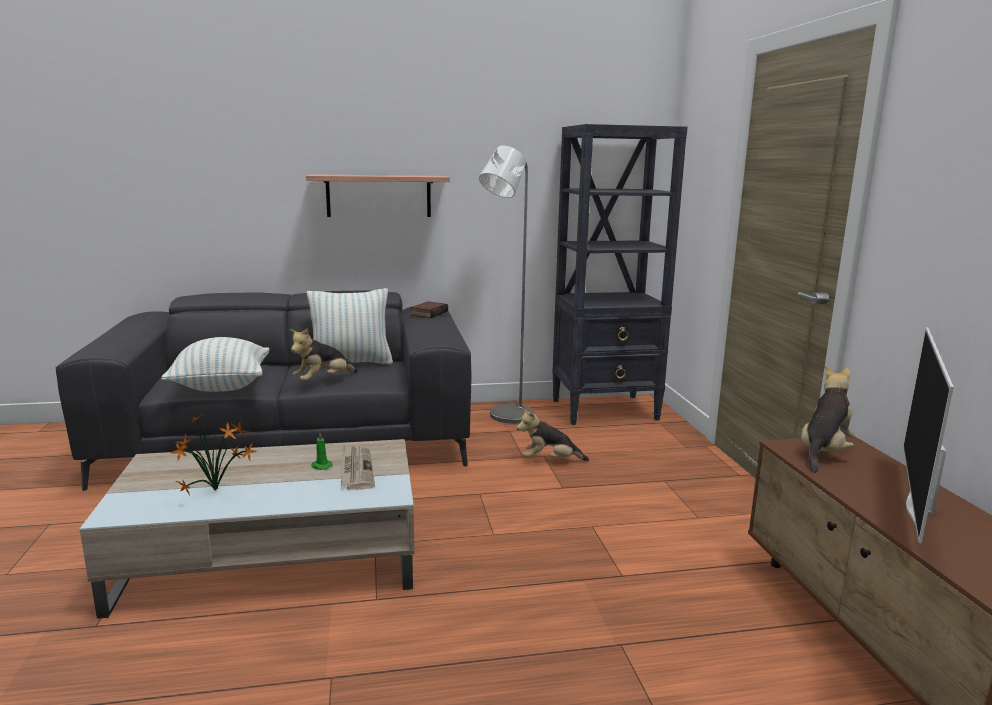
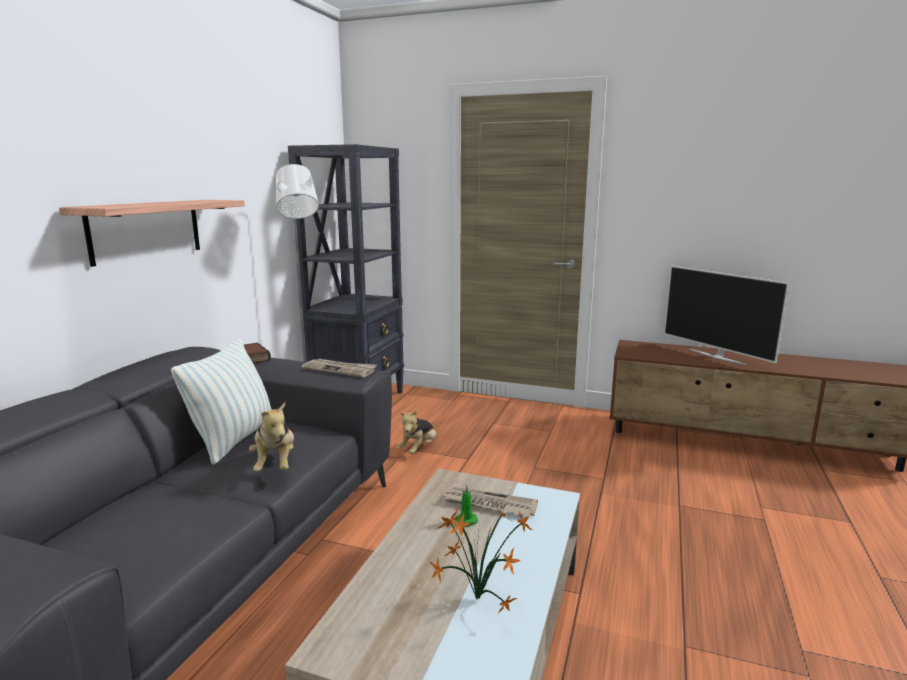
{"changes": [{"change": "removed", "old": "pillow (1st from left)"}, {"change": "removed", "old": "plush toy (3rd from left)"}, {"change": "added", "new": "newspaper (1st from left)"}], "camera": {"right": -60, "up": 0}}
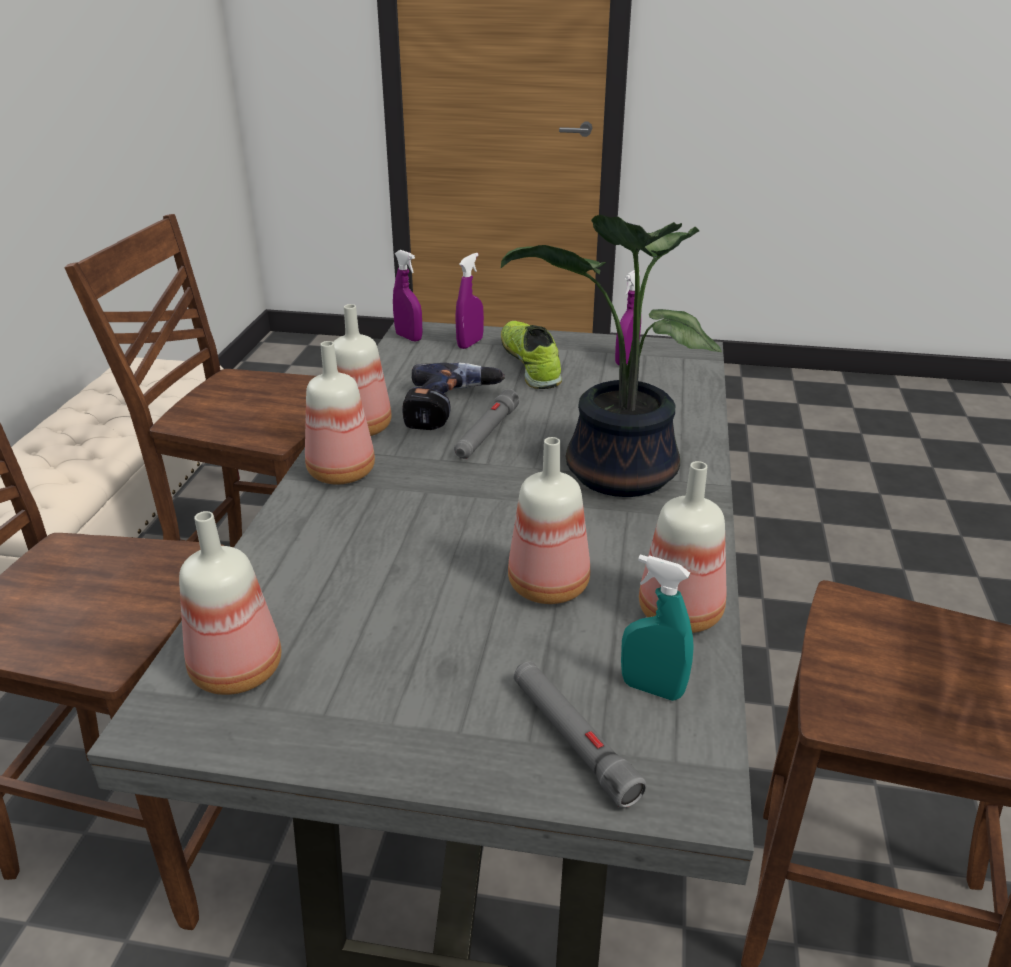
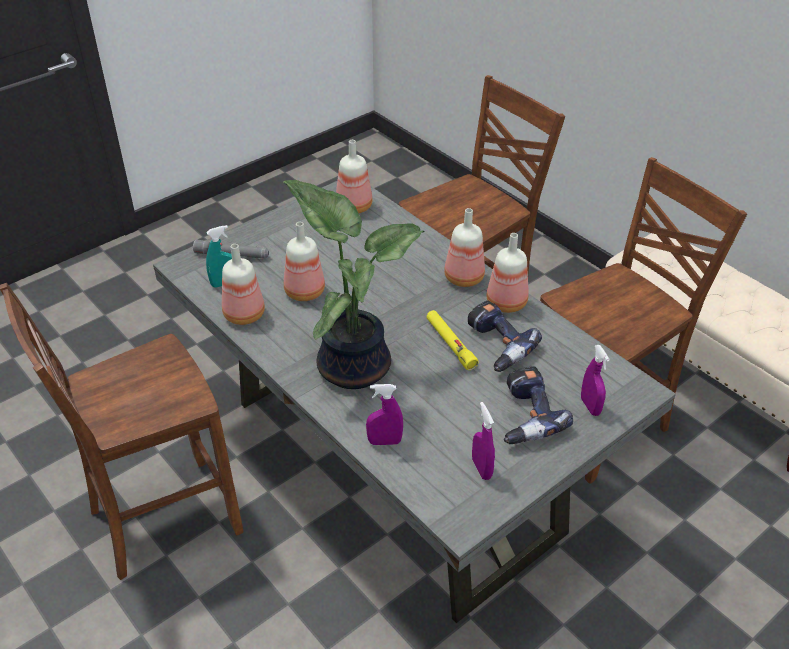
{"changes": [{"change": "moved", "old": "spray bottle/purple (1st from left)"}, {"change": "recoloured", "old": "flashlight/grey (1st from left)", "new": "flashlight/yellow"}, {"change": "replaced", "old": "shoe", "new": "power drill (2nd from left)"}], "camera": {"right": 130, "up": 10}}
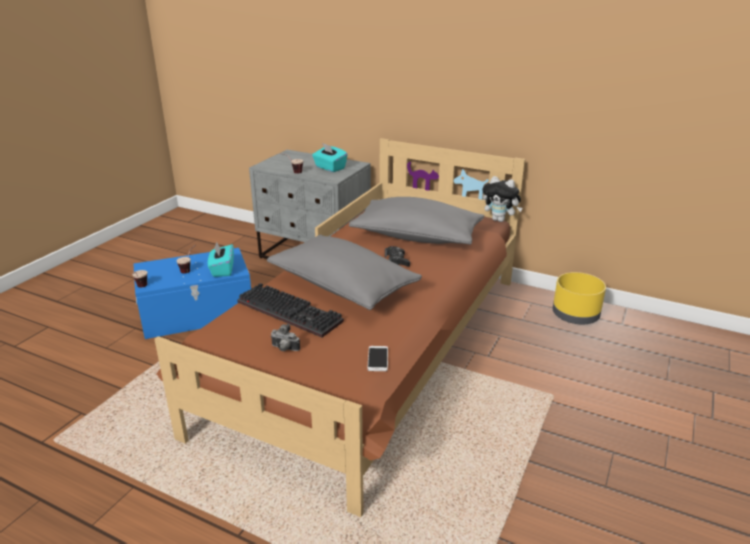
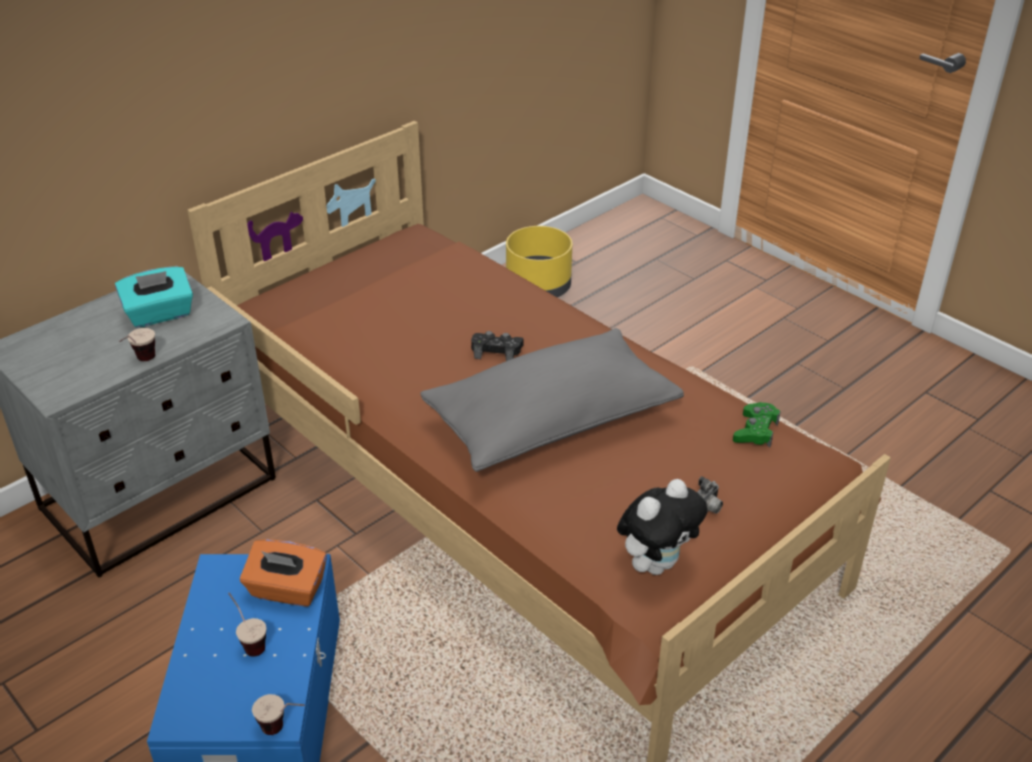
{"changes": [{"change": "recoloured", "old": "tissue box/turquoise (1st from left)", "new": "tissue box/orange"}, {"change": "removed", "old": "keyboard"}, {"change": "removed", "old": "pillow/grey (2nd from left)"}, {"change": "replaced", "old": "phone", "new": "game controller/green"}, {"change": "moved", "old": "plush toy"}], "camera": {"right": -70, "up": 10}}
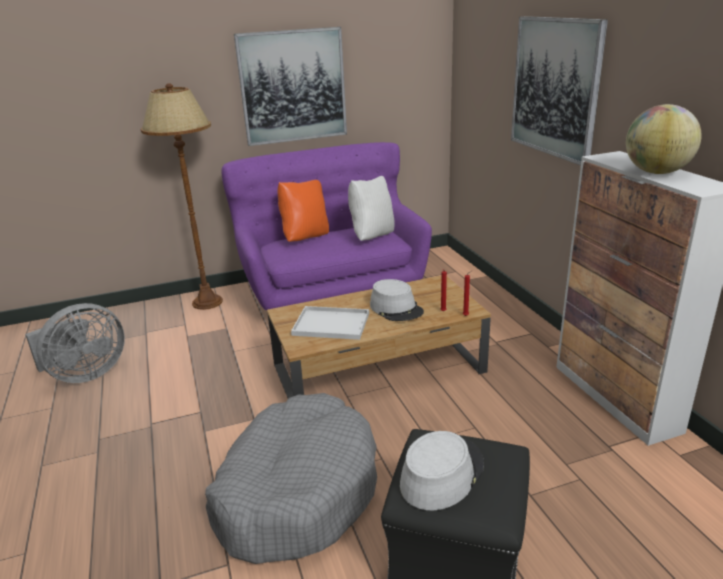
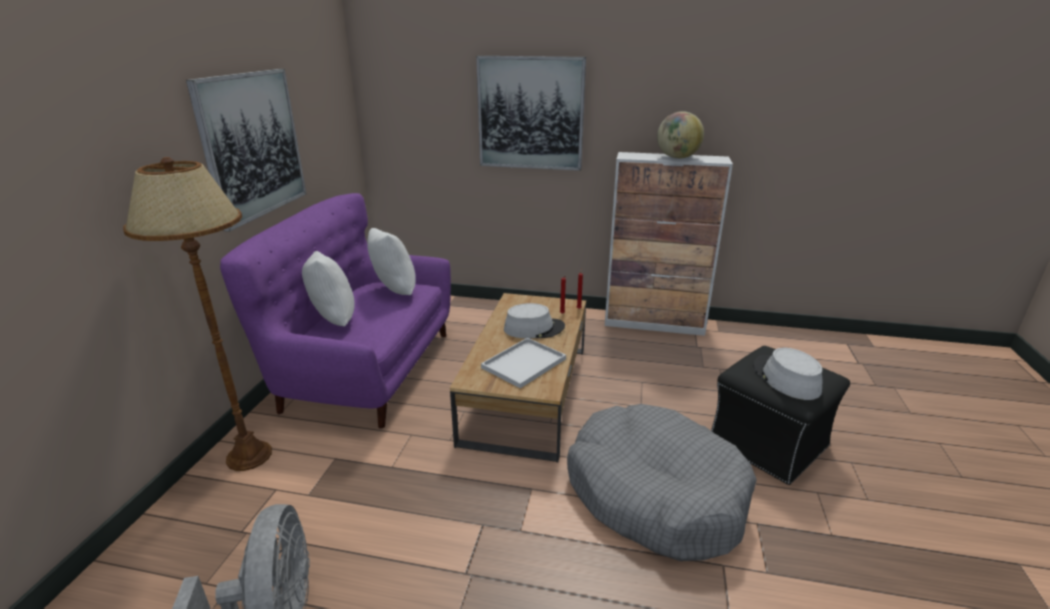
{"changes": [{"change": "recoloured", "old": "pillow/orange", "new": "pillow/white (1st from left)"}], "camera": {"right": -60, "up": 0}}
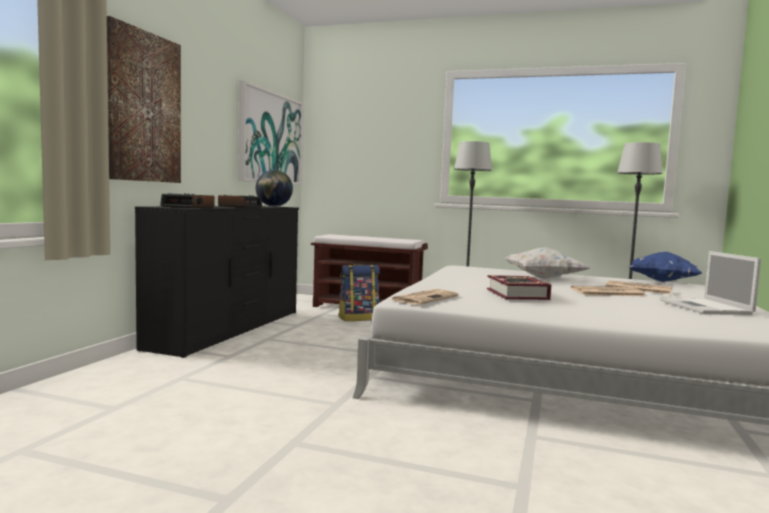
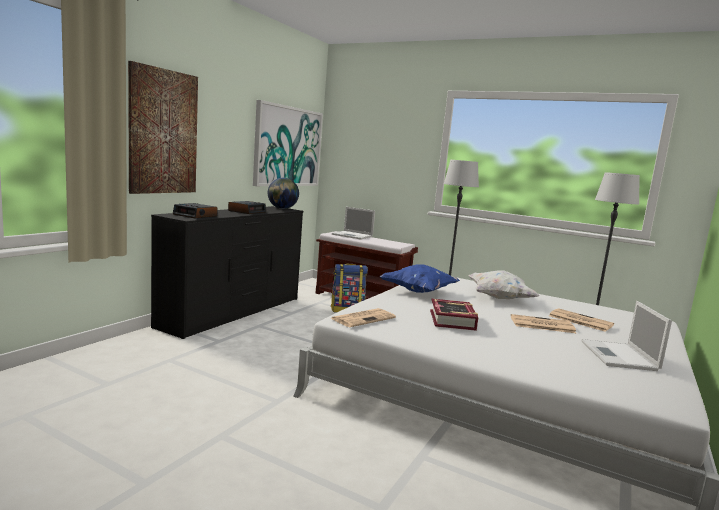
{"changes": [{"change": "moved", "old": "pillow/blue"}, {"change": "added", "new": "laptop (1st from left)"}], "camera": {"right": 10, "up": 5}}
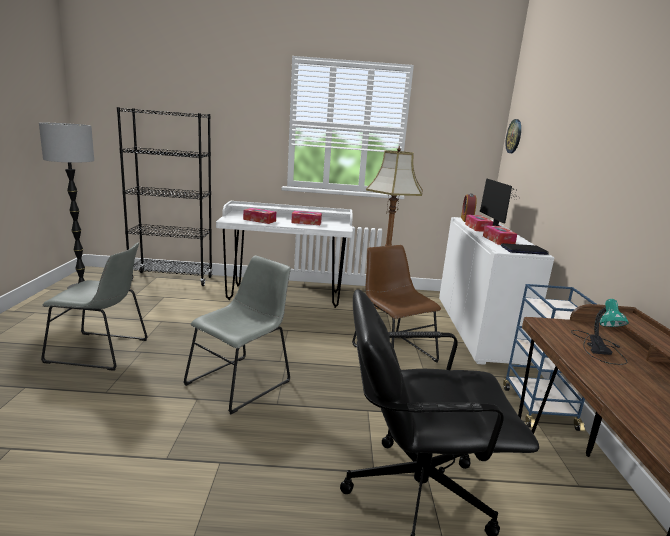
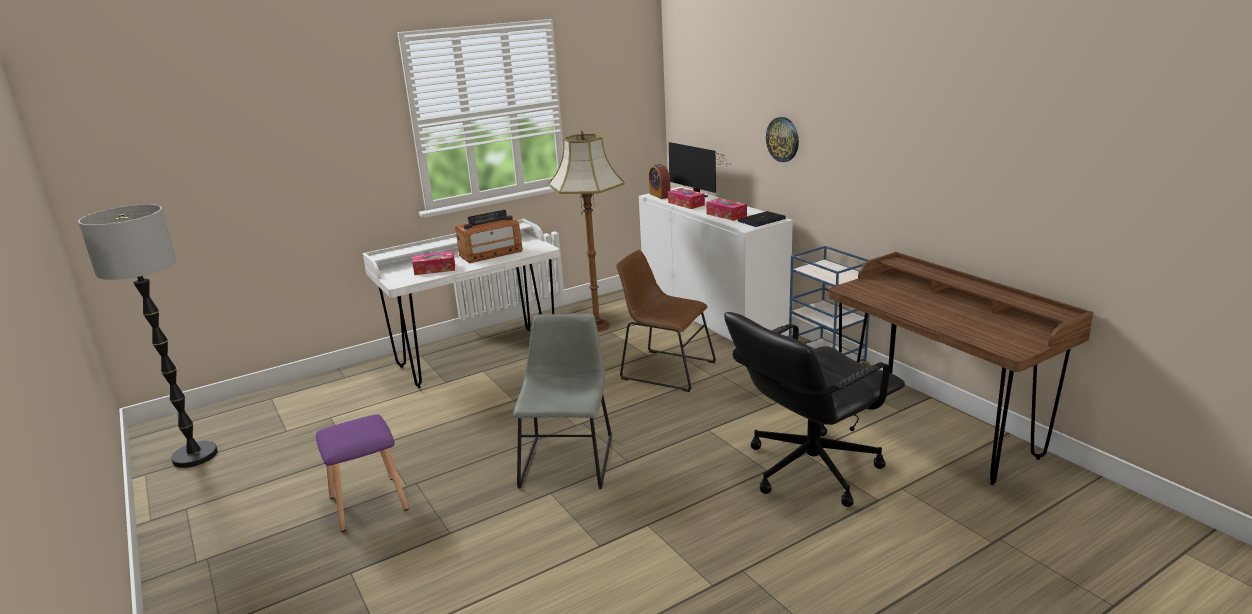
{"changes": [{"change": "replaced", "old": "chair/grey (1st from left)", "new": "stool/purple"}, {"change": "removed", "old": "bookcase/black"}, {"change": "replaced", "old": "tissue box (2nd from left)", "new": "radio"}, {"change": "moved", "old": "wall clock"}, {"change": "removed", "old": "table lamp"}], "camera": {"right": -30, "up": 5}}
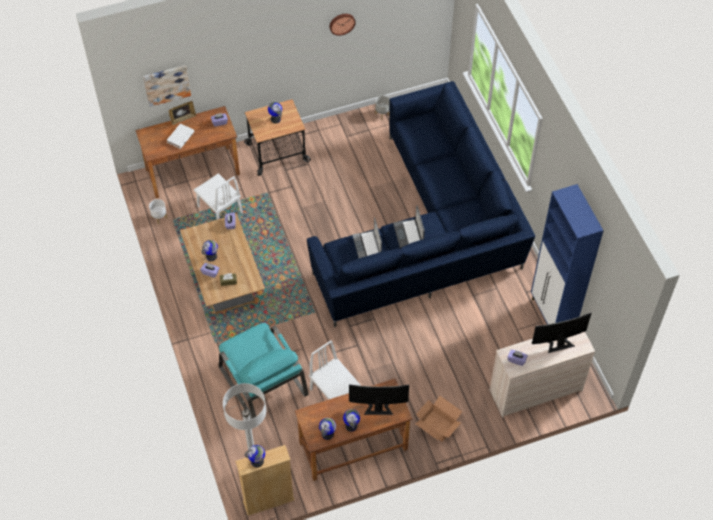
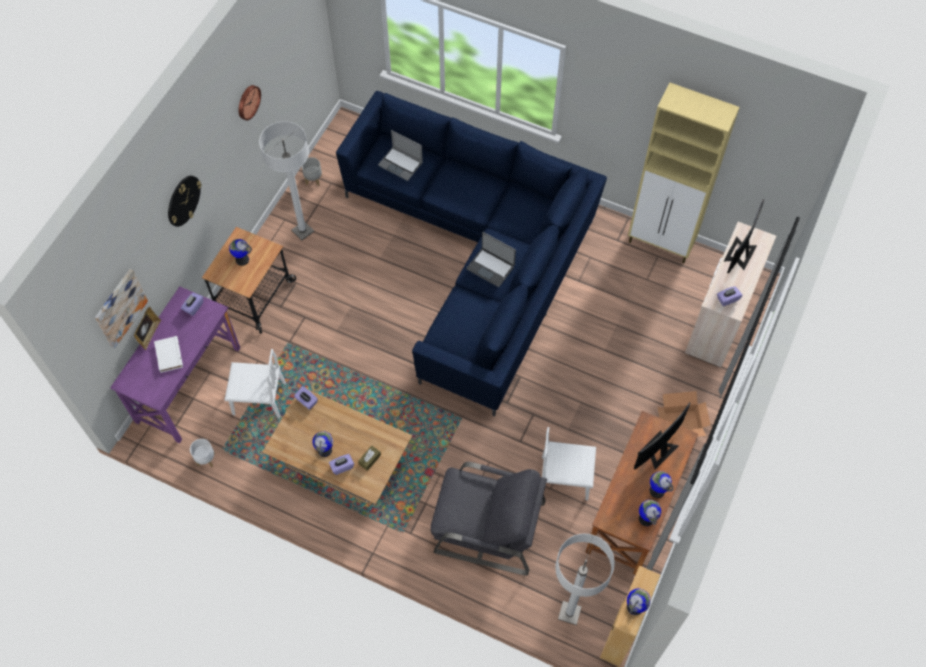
{"changes": [{"change": "recoloured", "old": "desk/brown (1st from left)", "new": "desk/purple"}, {"change": "recoloured", "old": "armchair/turquoise", "new": "armchair/grey"}, {"change": "moved", "old": "laptop (1st from left)"}, {"change": "recoloured", "old": "cabinet/blue", "new": "cabinet/beige"}, {"change": "added", "new": "wall clock (1st from left)"}, {"change": "added", "new": "floor lamp/white (1st from left)"}], "camera": {"right": -45, "up": 5}}
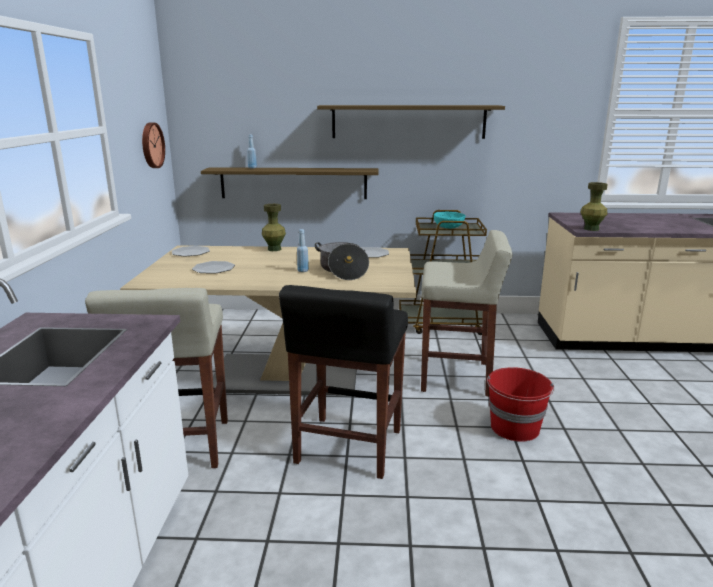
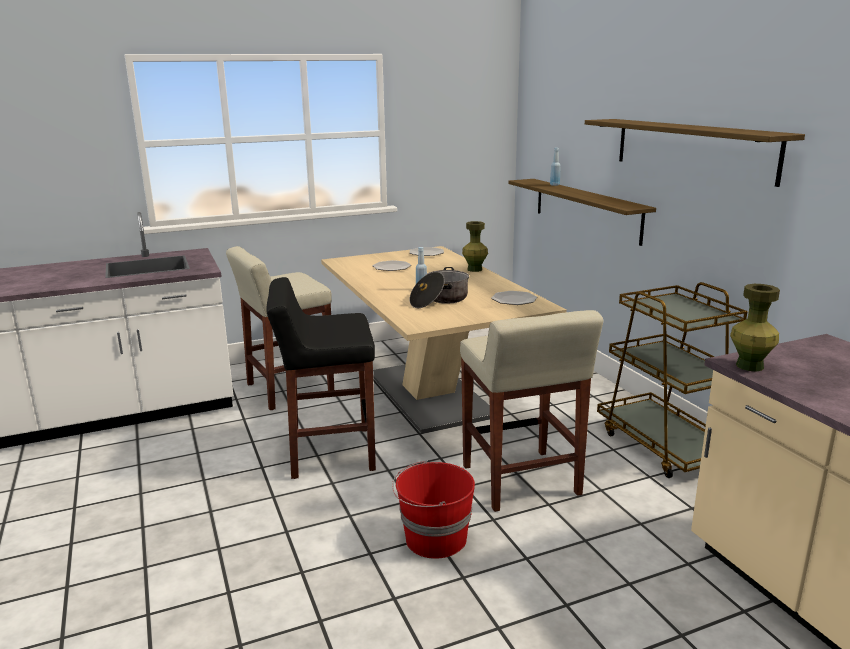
{"changes": [{"change": "removed", "old": "wall clock"}, {"change": "removed", "old": "bowl/turquoise"}], "camera": {"right": 65, "up": 0}}
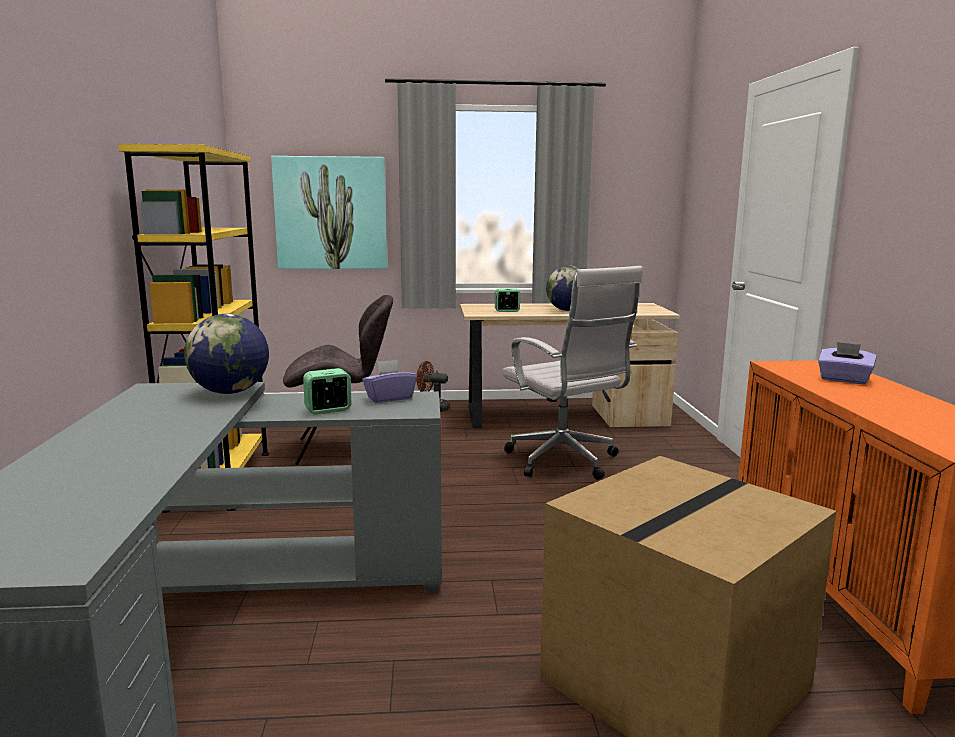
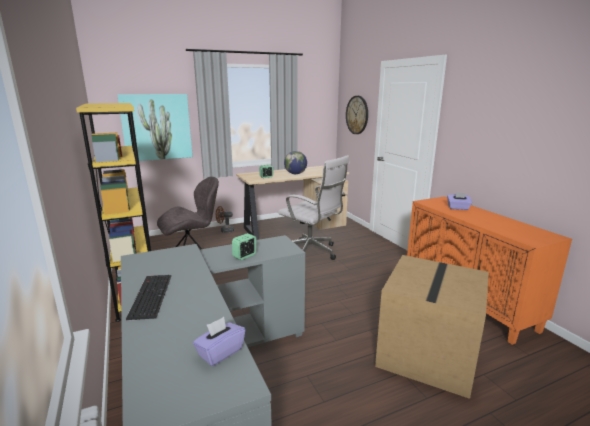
{"changes": [{"change": "removed", "old": "globe (1st from left)"}, {"change": "moved", "old": "tissue box/purple (1st from left)"}, {"change": "added", "new": "keyboard"}, {"change": "added", "new": "wall clock"}], "camera": {"right": -20, "up": 5}}
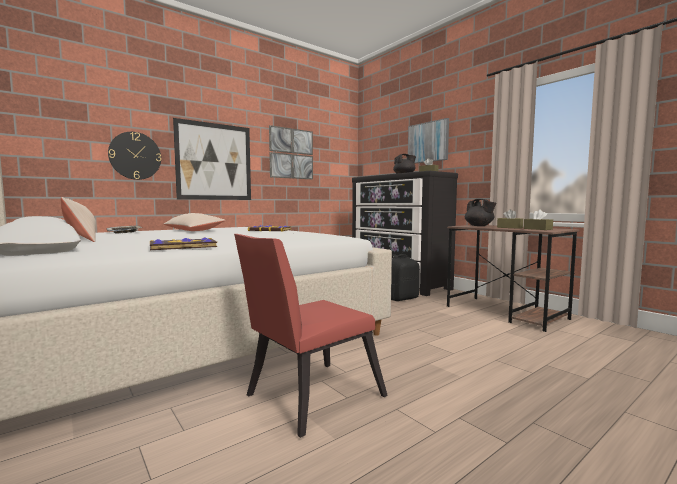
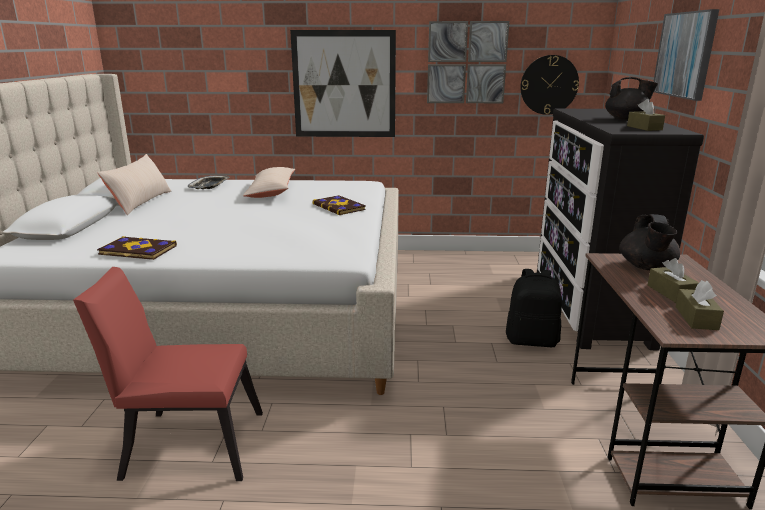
{"changes": [{"change": "moved", "old": "wall clock"}], "camera": {"right": 40, "up": 15}}
